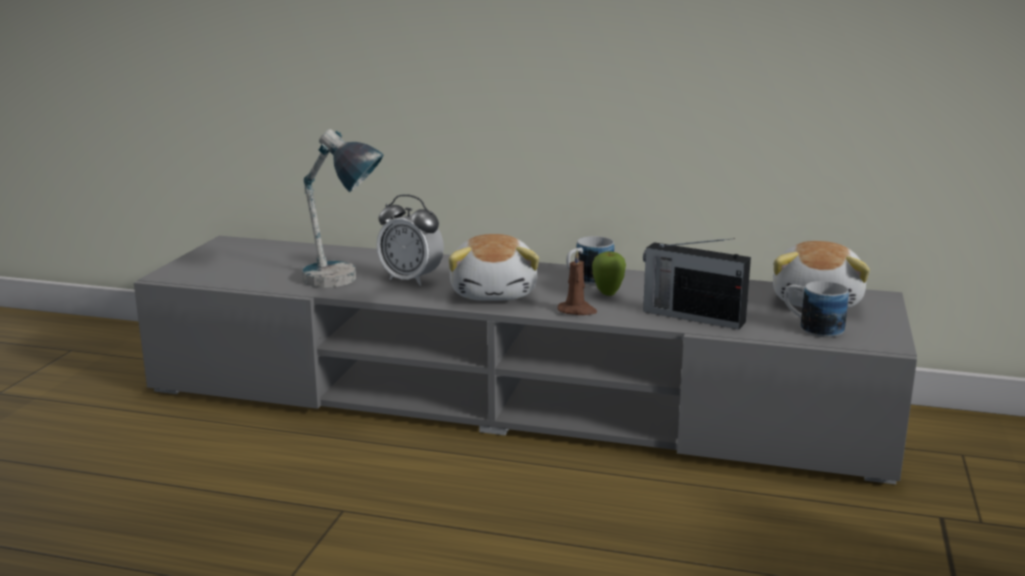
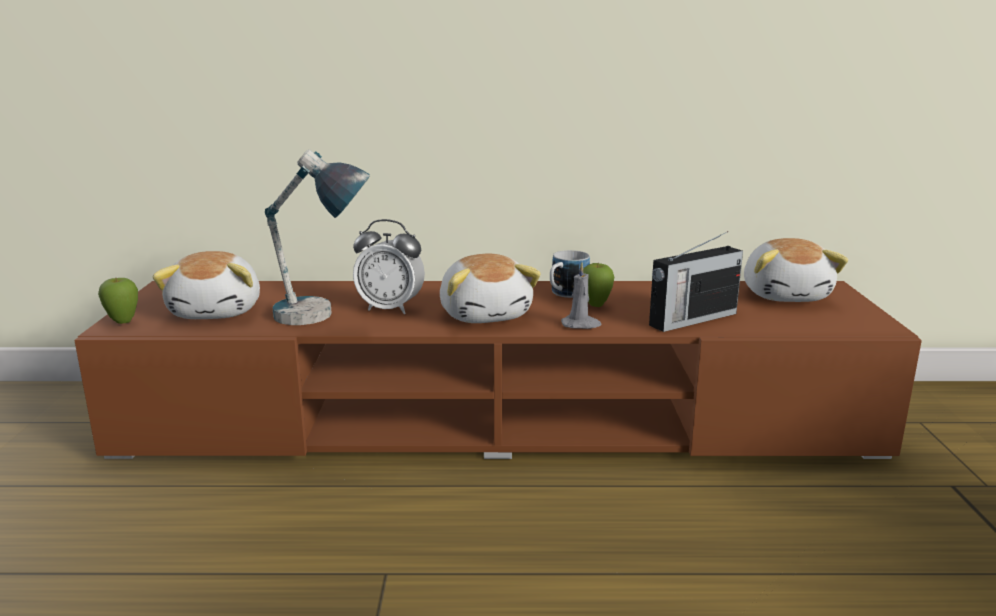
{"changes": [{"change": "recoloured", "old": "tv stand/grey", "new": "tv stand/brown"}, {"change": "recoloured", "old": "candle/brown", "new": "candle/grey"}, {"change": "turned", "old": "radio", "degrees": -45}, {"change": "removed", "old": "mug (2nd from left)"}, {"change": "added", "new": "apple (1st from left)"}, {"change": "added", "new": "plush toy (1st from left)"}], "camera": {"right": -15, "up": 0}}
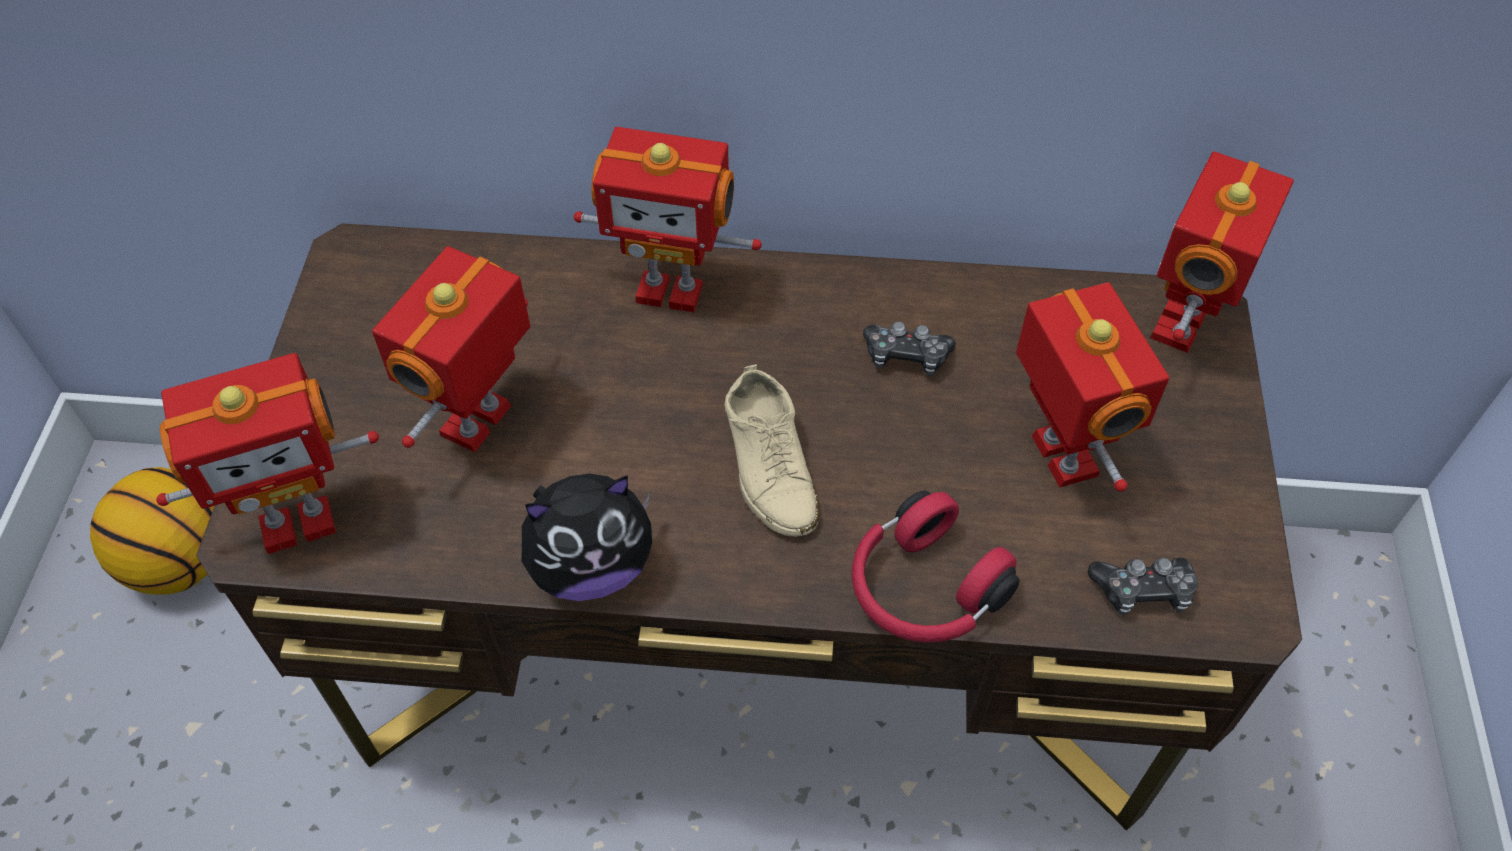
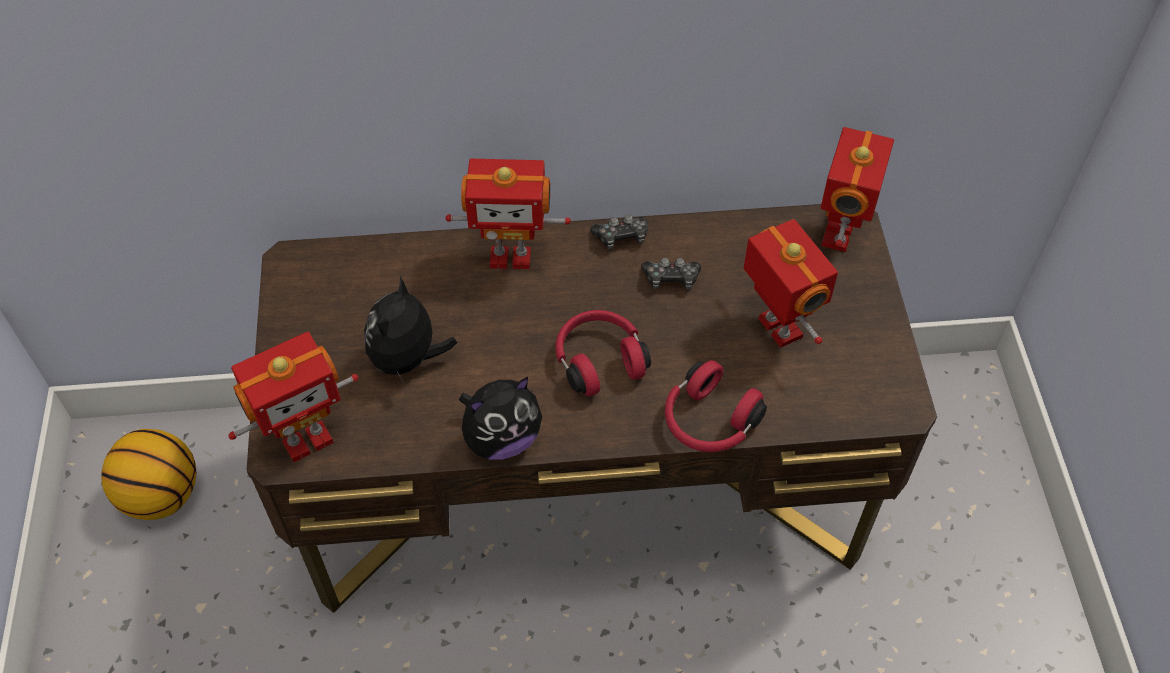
{"changes": [{"change": "replaced", "old": "toy robot (2nd from left)", "new": "plush toy (1st from left)"}, {"change": "replaced", "old": "shoe/beige", "new": "headphones/red (1st from left)"}, {"change": "moved", "old": "game controller (2nd from left in the first image)", "new": "game controller (1st from left)"}], "camera": {"right": -10, "up": 0}}
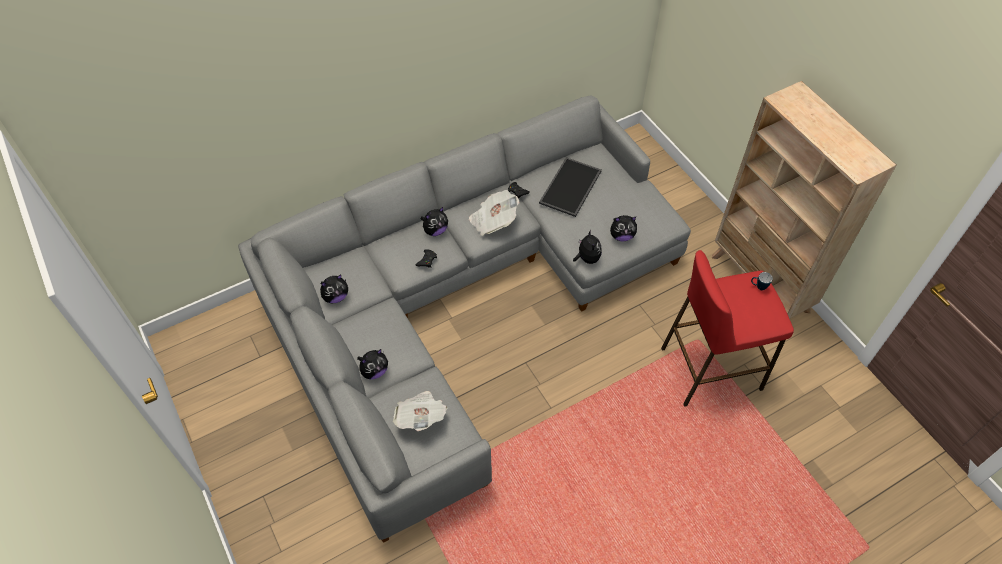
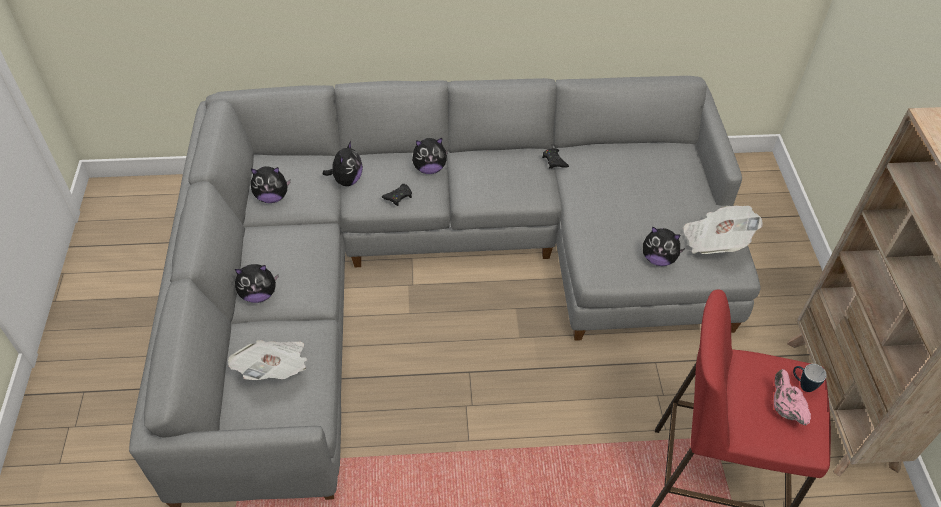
{"changes": [{"change": "moved", "old": "newspaper (2nd from left)"}, {"change": "removed", "old": "tray"}, {"change": "moved", "old": "plush toy (4th from left in the first image)", "new": "plush toy (3rd from left)"}, {"change": "added", "new": "teapot/pink"}], "camera": {"right": 25, "up": -5}}
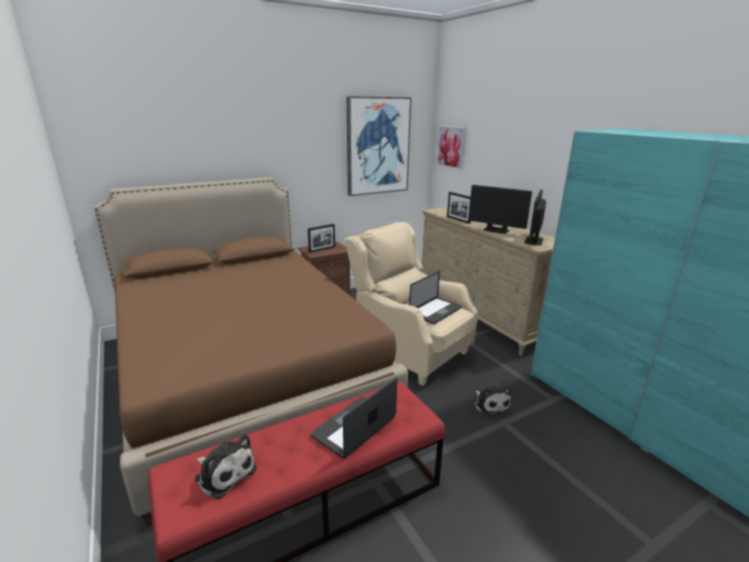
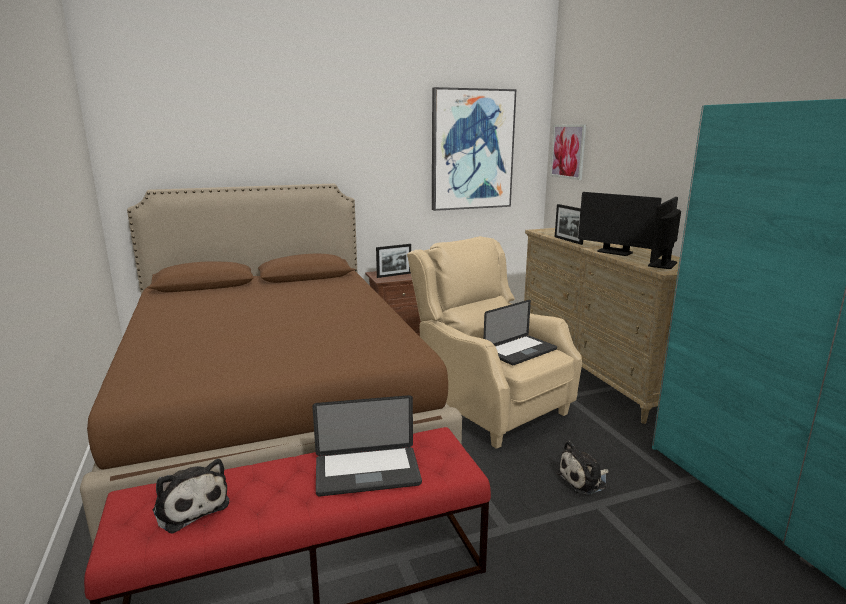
{"changes": [{"change": "turned", "old": "laptop (1st from left)", "degrees": -150}, {"change": "turned", "old": "plush toy (2nd from left)", "degrees": 75}], "camera": {"right": 10, "up": -5}}
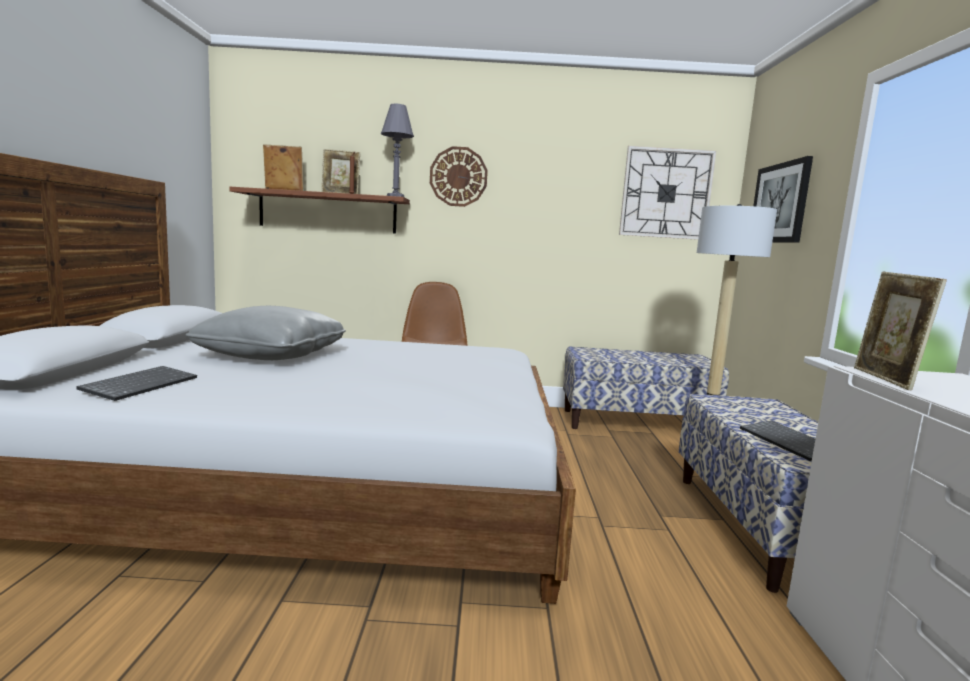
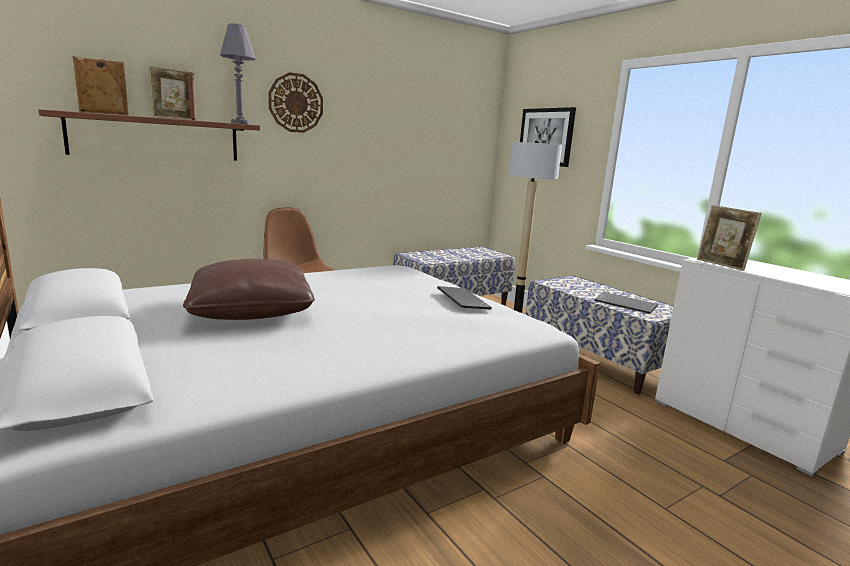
{"changes": [{"change": "moved", "old": "keyboard (1st from left)"}, {"change": "recoloured", "old": "pillow/grey", "new": "pillow/brown"}, {"change": "removed", "old": "wall clock (2nd from left)"}], "camera": {"right": -35, "up": 5}}
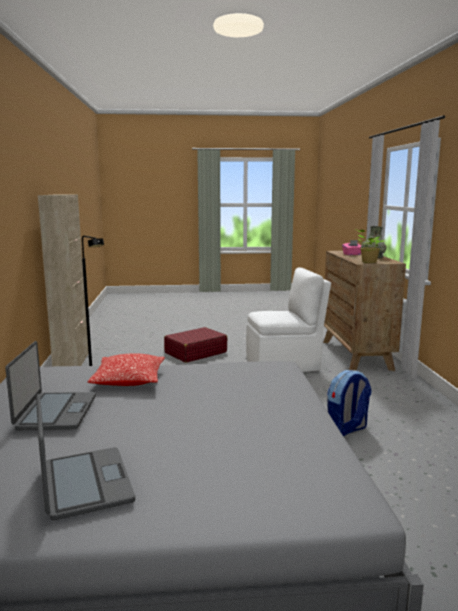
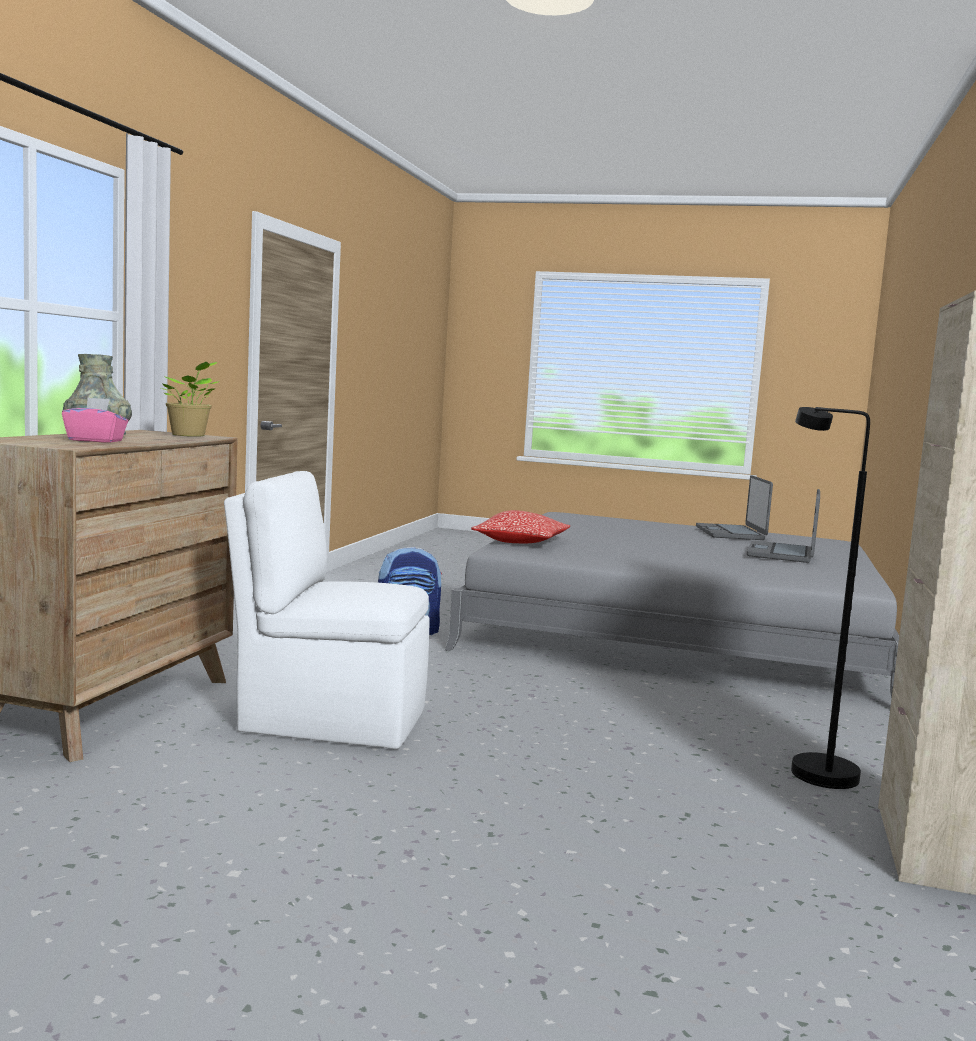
{"changes": [{"change": "moved", "old": "pillow"}, {"change": "removed", "old": "suitcase/red"}], "camera": {"right": -160, "up": -5}}
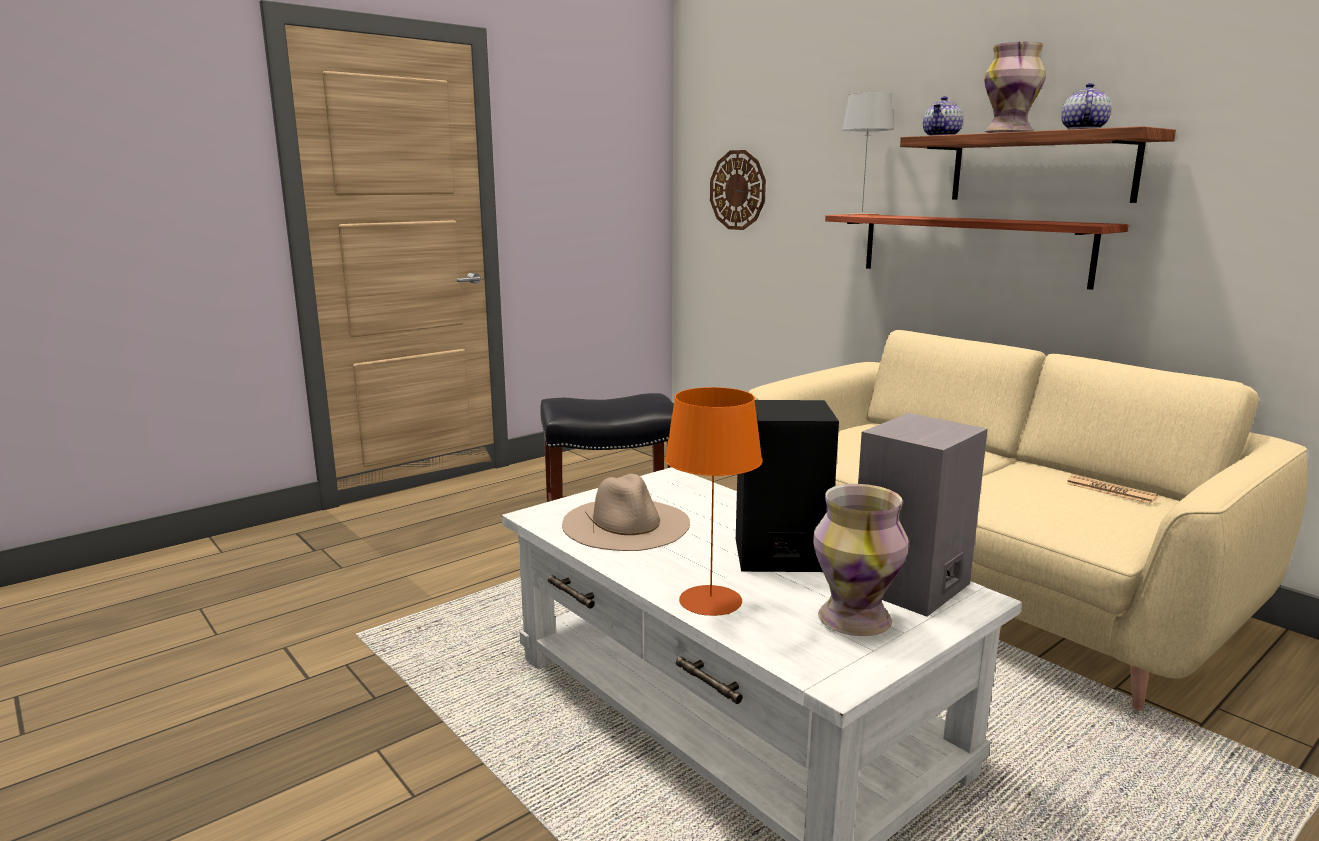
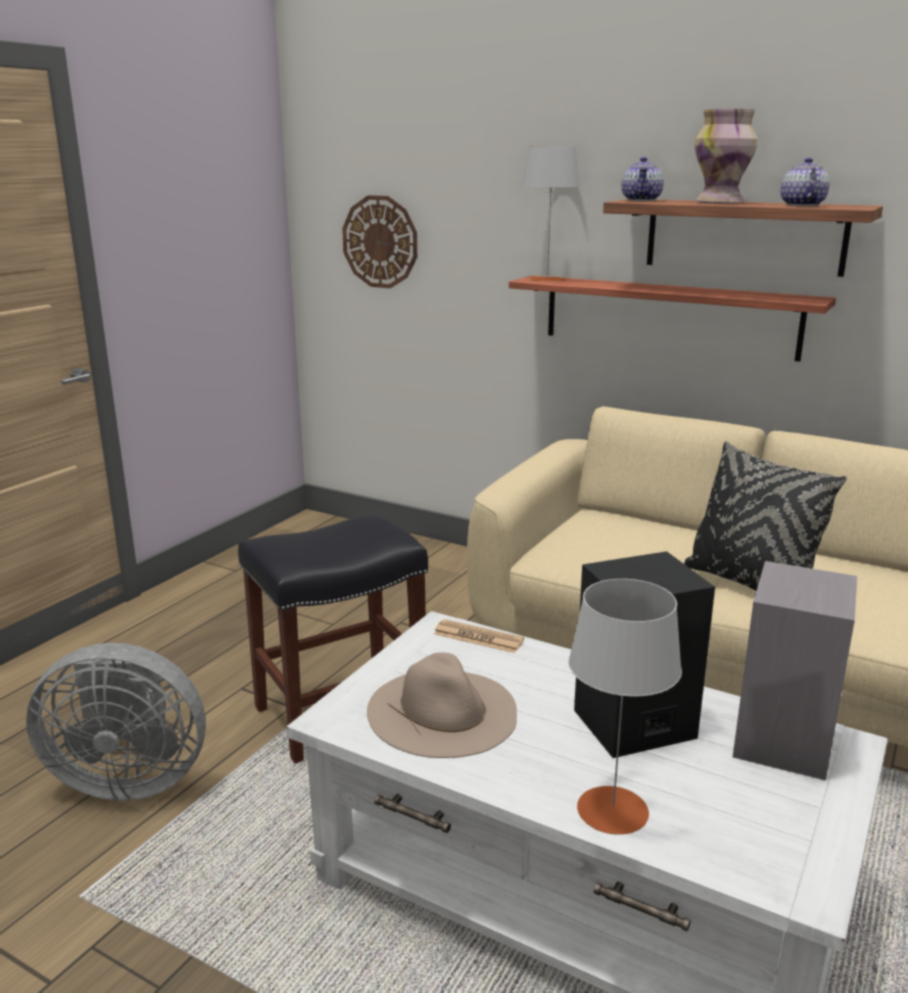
{"changes": [{"change": "recoloured", "old": "table lamp/orange", "new": "table lamp/grey (2nd from left)"}, {"change": "removed", "old": "vase (1st from left)"}, {"change": "moved", "old": "newspaper"}, {"change": "added", "new": "fan/grey"}, {"change": "added", "new": "pillow/black"}], "camera": {"right": -20, "up": 5}}
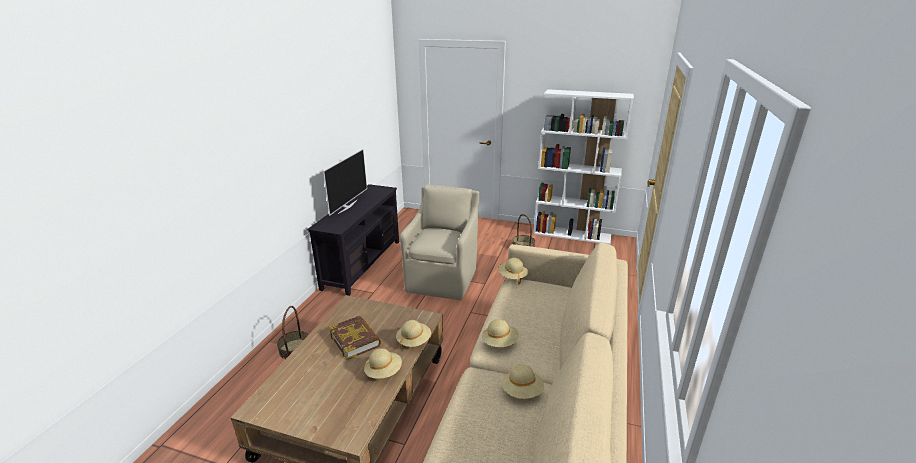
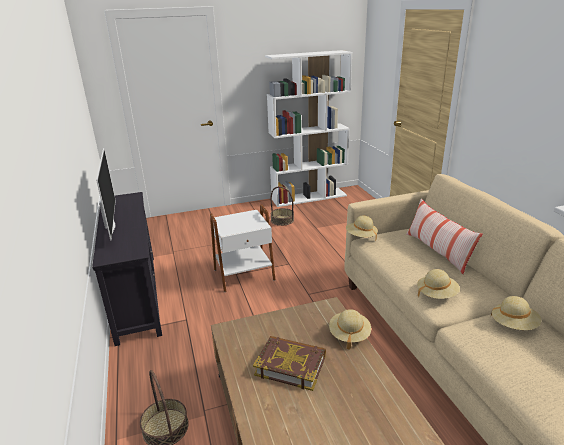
{"changes": [{"change": "removed", "old": "hat/beige (1st from left)"}, {"change": "replaced", "old": "armchair/beige", "new": "side table/white"}, {"change": "added", "new": "pillow"}], "camera": {"right": -35, "up": 0}}
